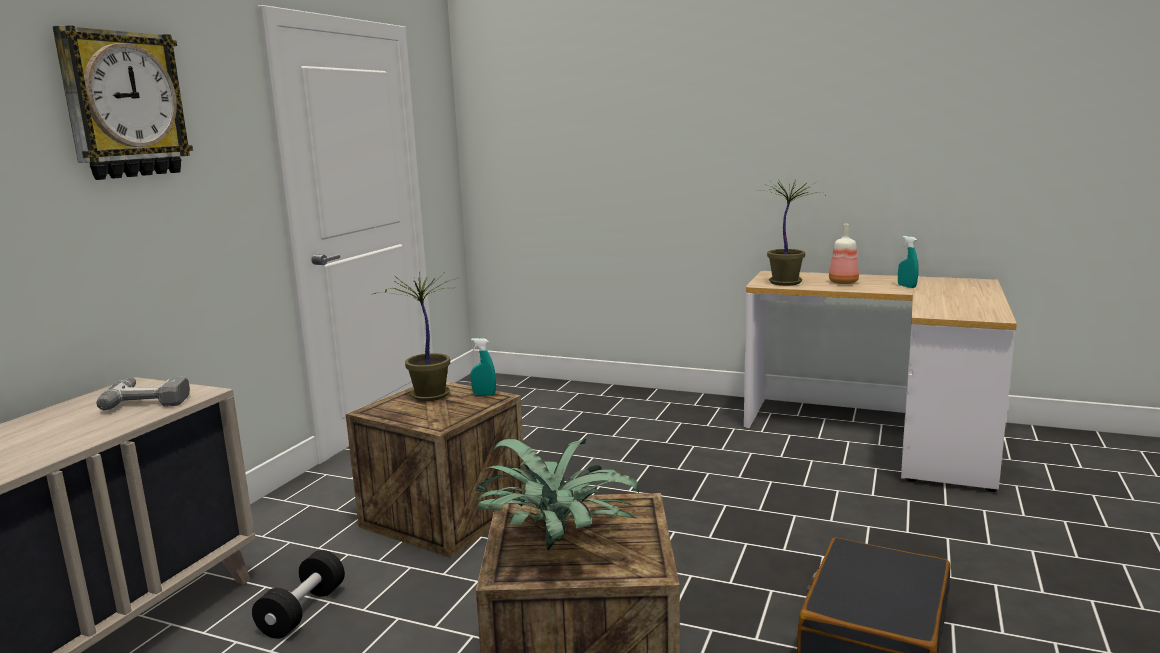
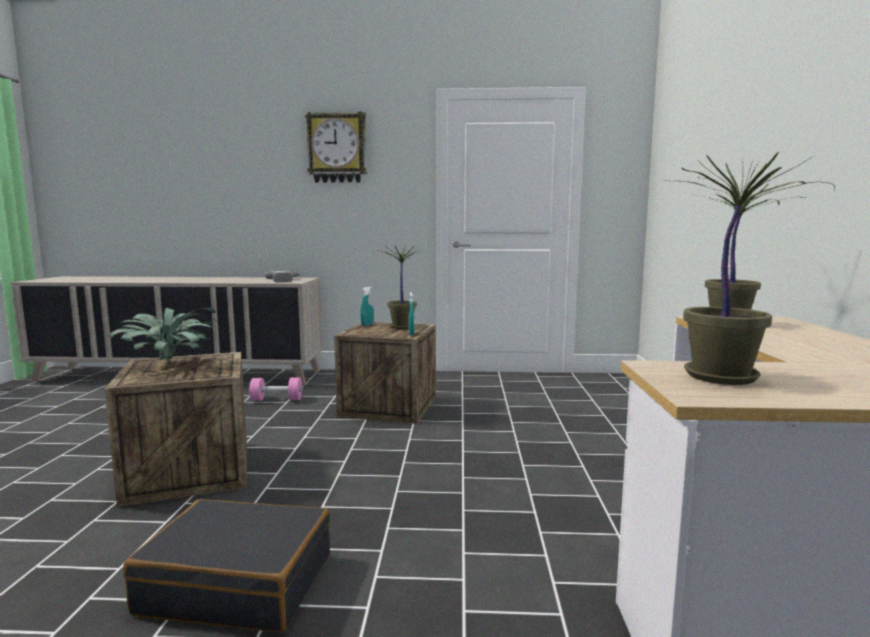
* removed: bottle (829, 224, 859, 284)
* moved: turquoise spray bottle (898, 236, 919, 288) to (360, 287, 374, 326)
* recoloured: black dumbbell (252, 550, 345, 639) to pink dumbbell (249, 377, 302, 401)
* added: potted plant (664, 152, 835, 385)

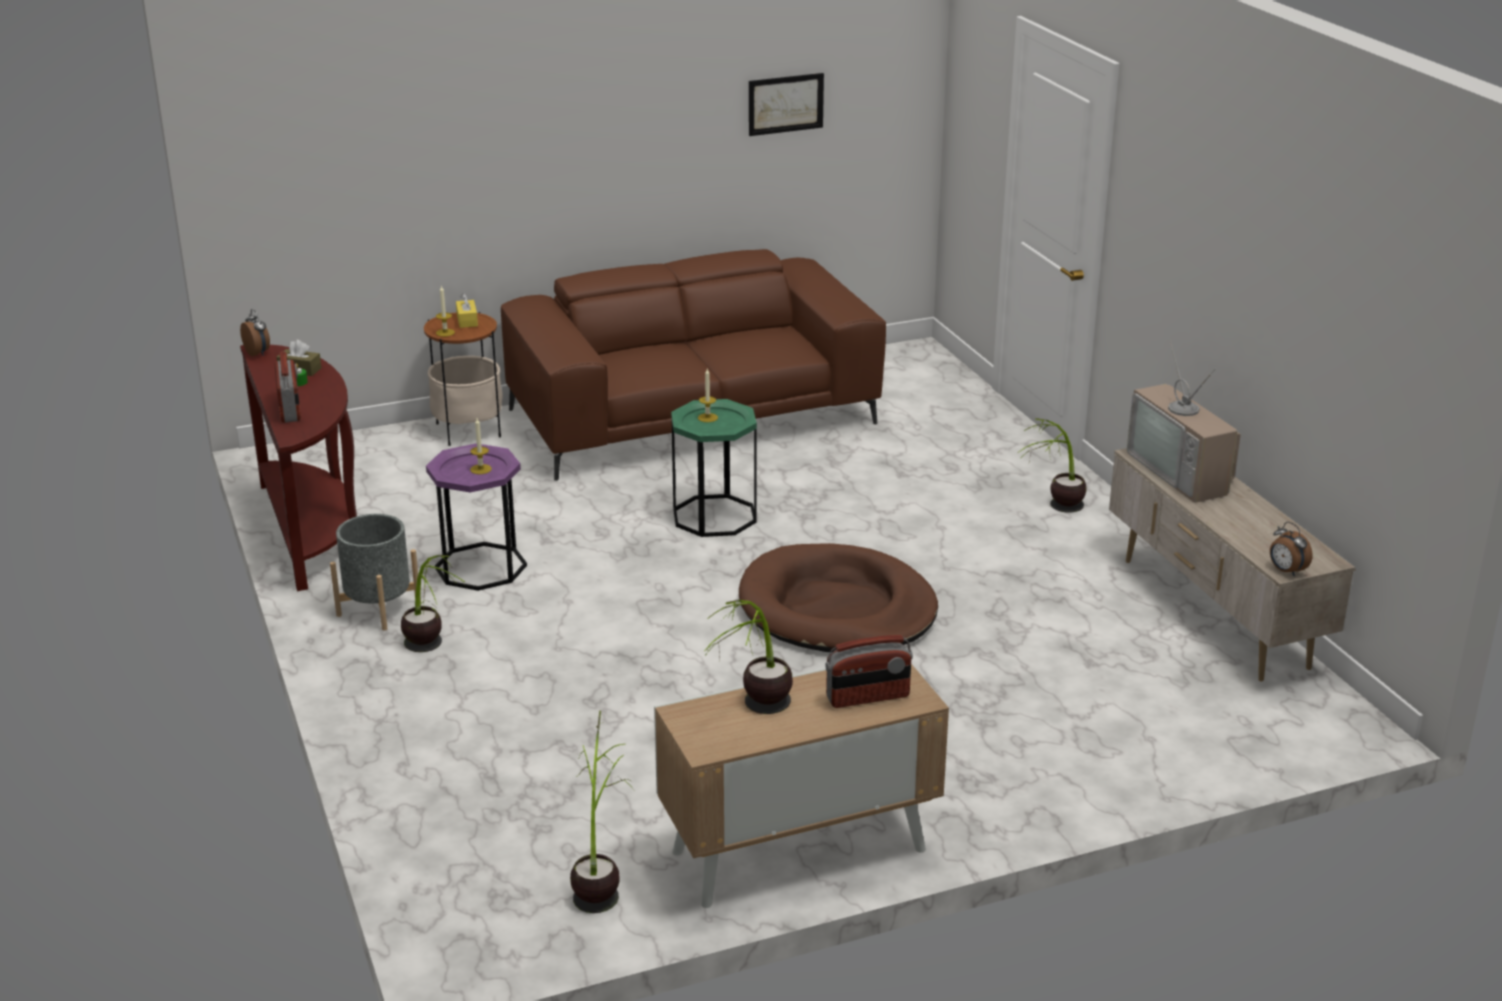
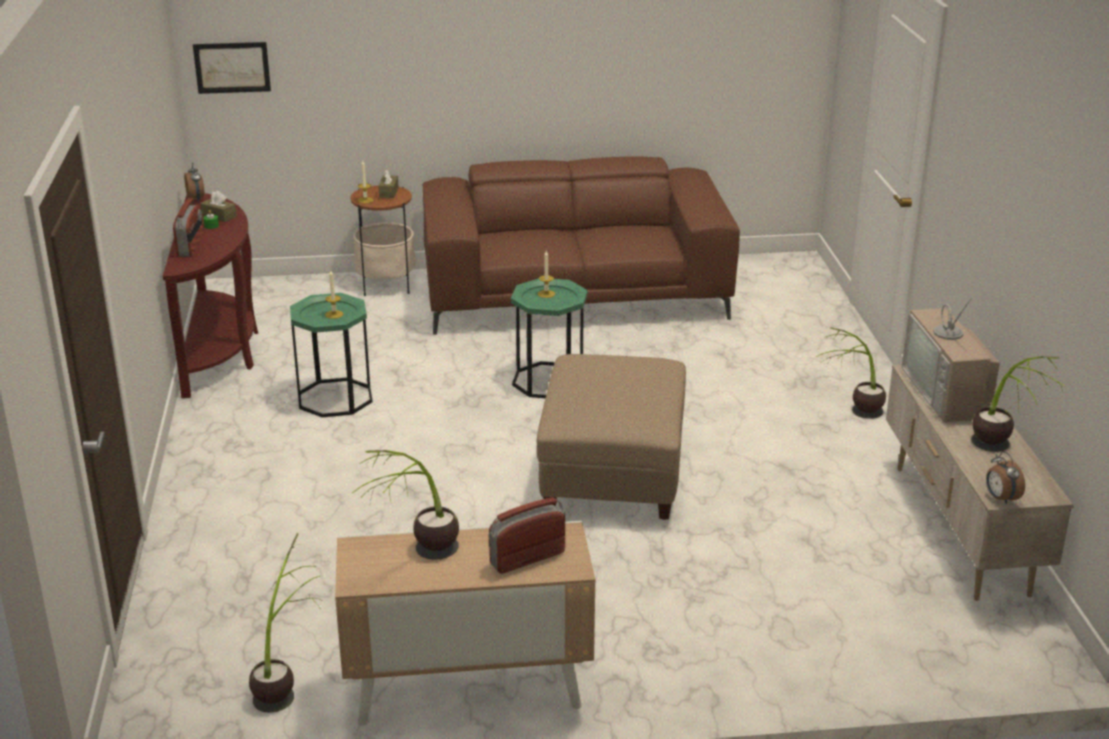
* moved: picture (749, 73, 824, 136) to (193, 42, 271, 94)
* recoloured: yellow tissue box (456, 293, 478, 328) to brown tissue box (378, 169, 398, 198)
* recoloured: purple side table (426, 443, 527, 591) to green side table (290, 293, 373, 417)
* removed: grey planter (330, 514, 421, 631)
* replaced: brown dog bed (739, 543, 938, 652) to beige ottoman (537, 354, 686, 520)
* moved: potted plant (401, 555, 465, 652) to (971, 356, 1065, 452)
* turned: radio (825, 635, 913, 708) = (489, 497, 565, 574) 150 degrees clockwise

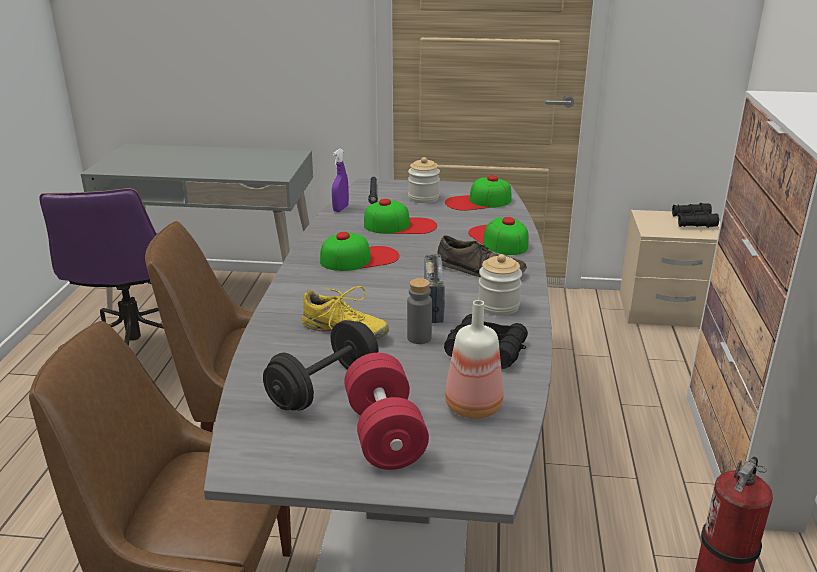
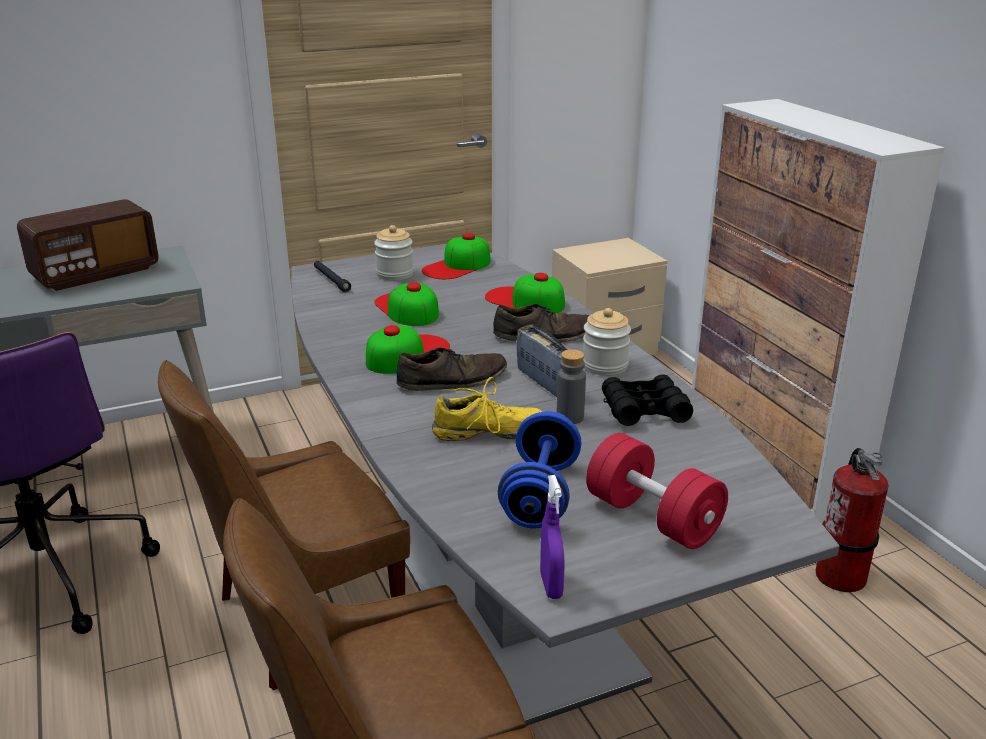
* moved: purple spray bottle (332, 149, 349, 212) to (540, 475, 565, 599)
* turned: cap (364, 199, 437, 234) = (374, 282, 439, 326) 90 degrees counterclockwise
* removed: black binoculars (672, 203, 719, 228)
* removed: bottle (445, 300, 503, 419)
* recoloured: black dumbbell (263, 320, 379, 410) to blue dumbbell (498, 411, 581, 529)
* added: radio (17, 199, 159, 291)
* added: brown shoe (396, 347, 507, 391)

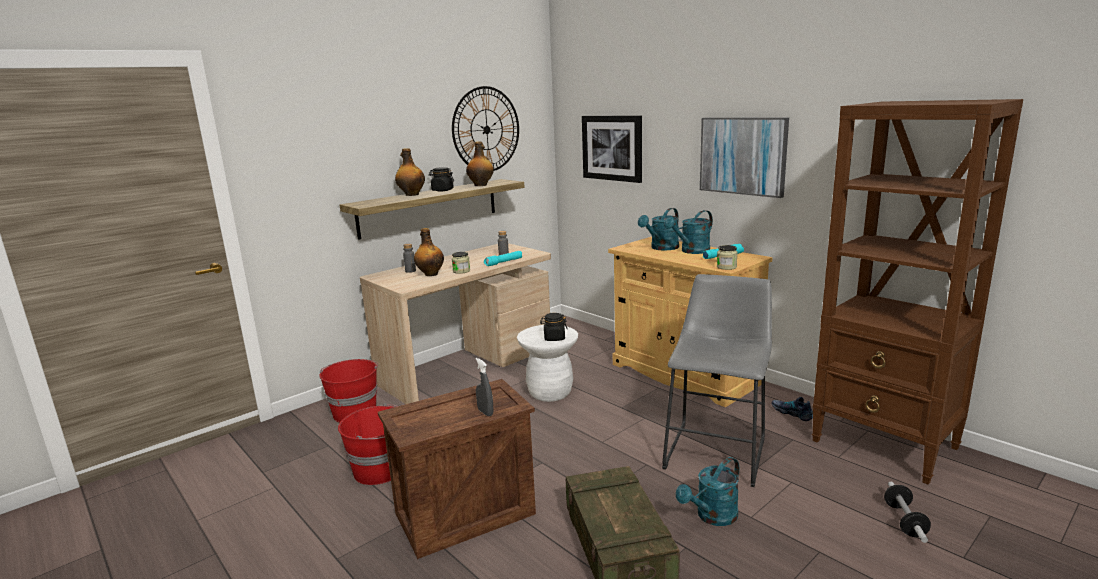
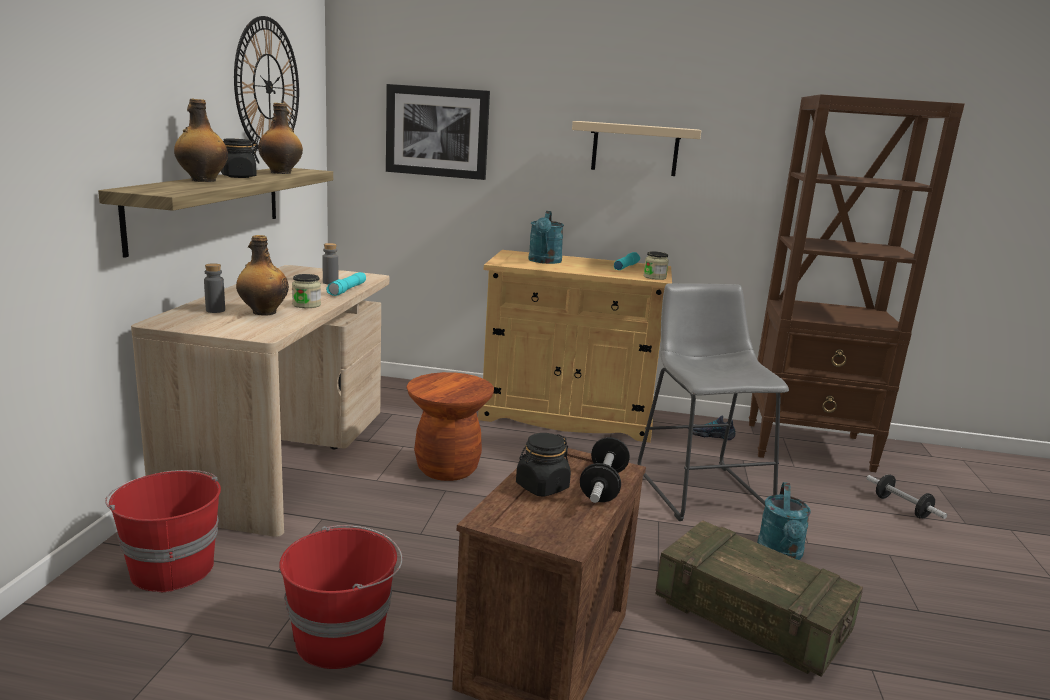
* replaced: picture (700, 118, 789, 198) to beige shelf (572, 121, 701, 176)
* removed: turquoise watering can (664, 210, 713, 254)
* moved: black jar (540, 313, 568, 341) to (516, 433, 571, 497)
* recoloured: white stool (517, 325, 578, 402) to brown stool (407, 372, 494, 481)
* replaced: grey spray bottle (475, 358, 493, 416) to dumbbell (580, 437, 630, 503)

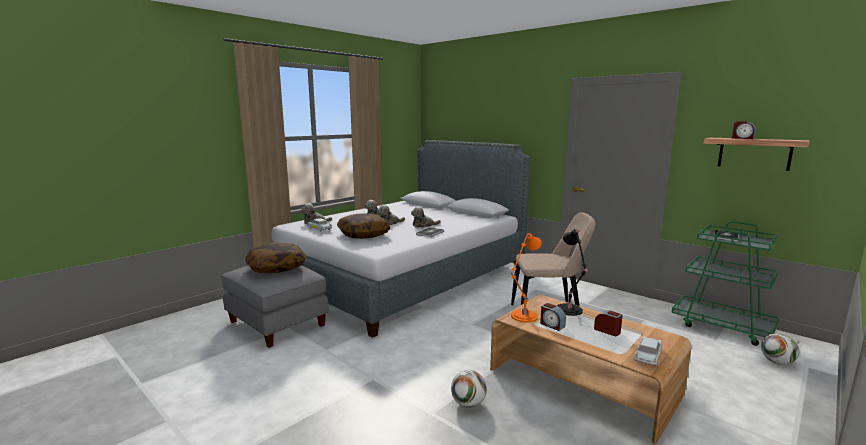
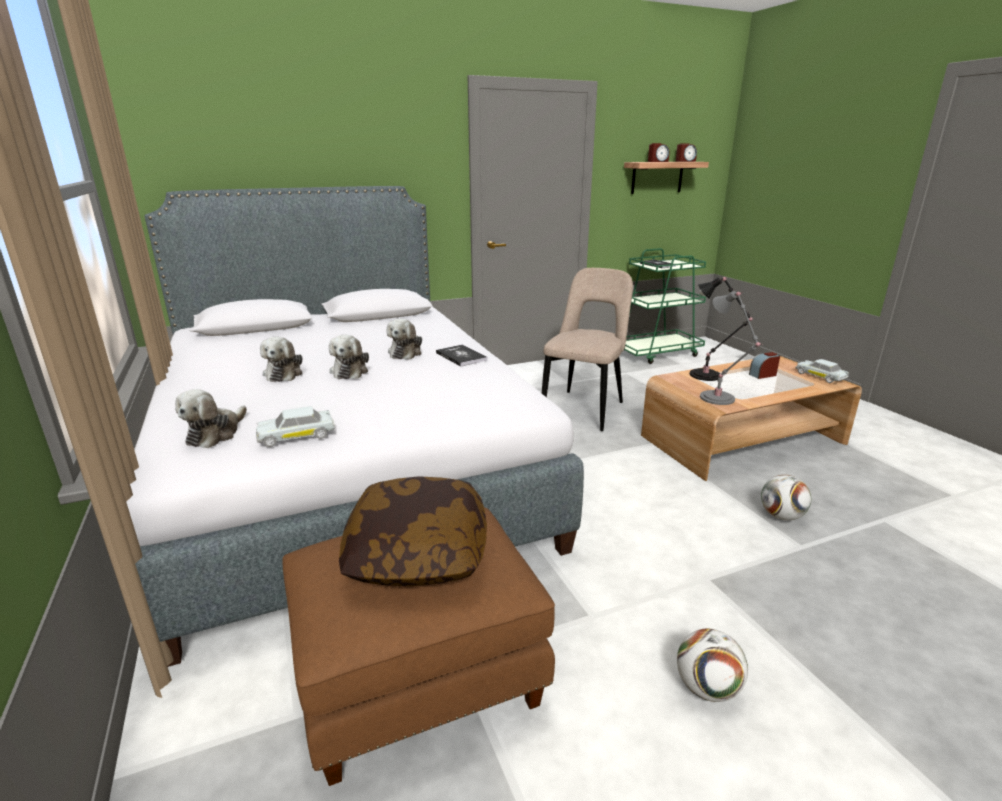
* removed: pillow (337, 213, 390, 239)
* recoloured: orange table lamp (511, 233, 542, 323) to grey table lamp (700, 291, 762, 405)
* recoloured: grey ottoman (221, 265, 329, 348) to brown ottoman (282, 507, 555, 786)
* moved: alarm clock (540, 303, 566, 331) to (676, 143, 697, 162)
* moved: football (761, 333, 800, 365) to (677, 629, 748, 702)

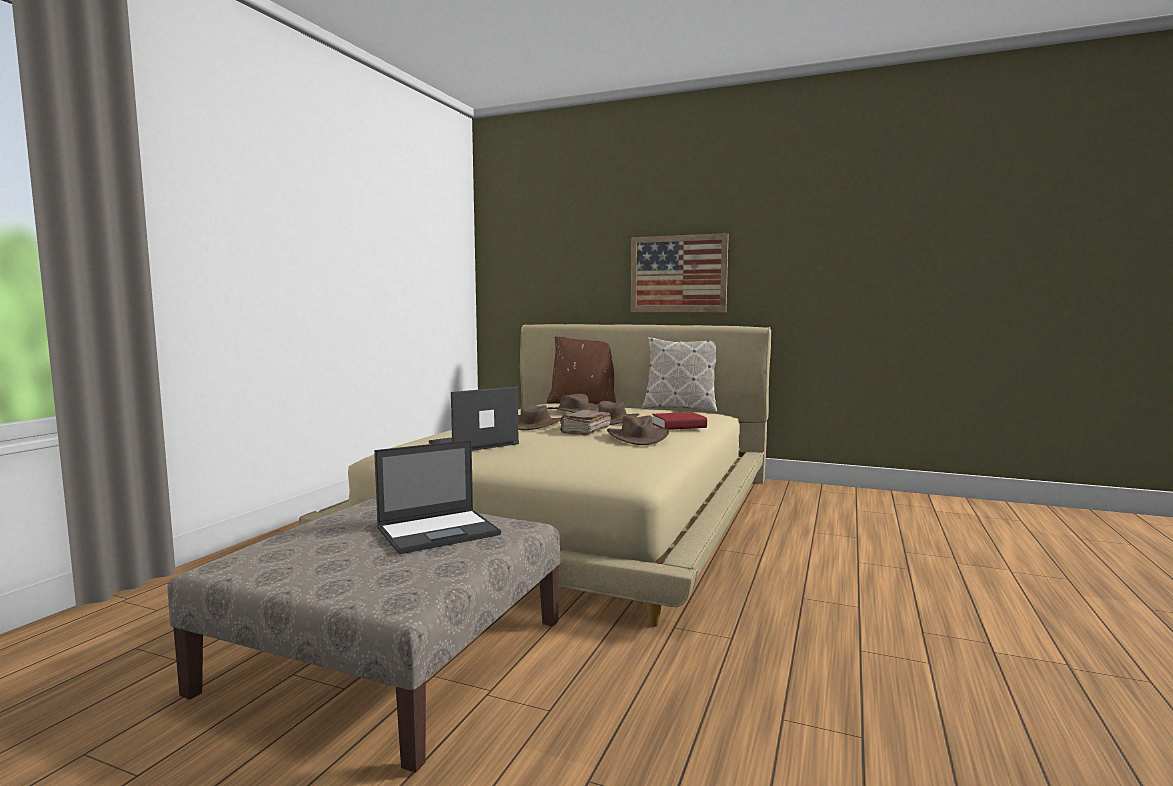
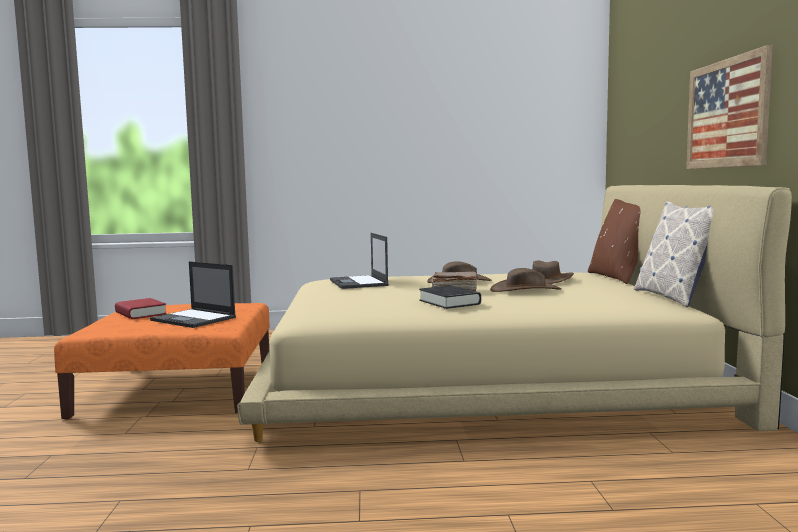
* turned: laptop (429, 387, 519, 451) = (330, 233, 389, 289) 135 degrees counterclockwise
* moved: red book (652, 412, 707, 430) to (115, 298, 167, 319)
* replaced: brown hat (607, 415, 669, 445) to black book (419, 285, 481, 309)
* recoloured: beige ottoman (167, 499, 561, 773) to orange ottoman (54, 303, 270, 419)

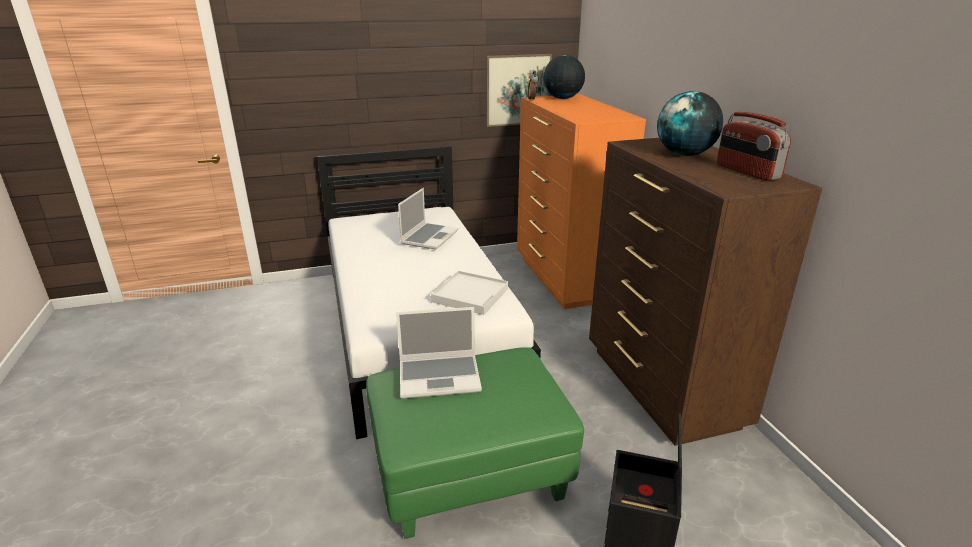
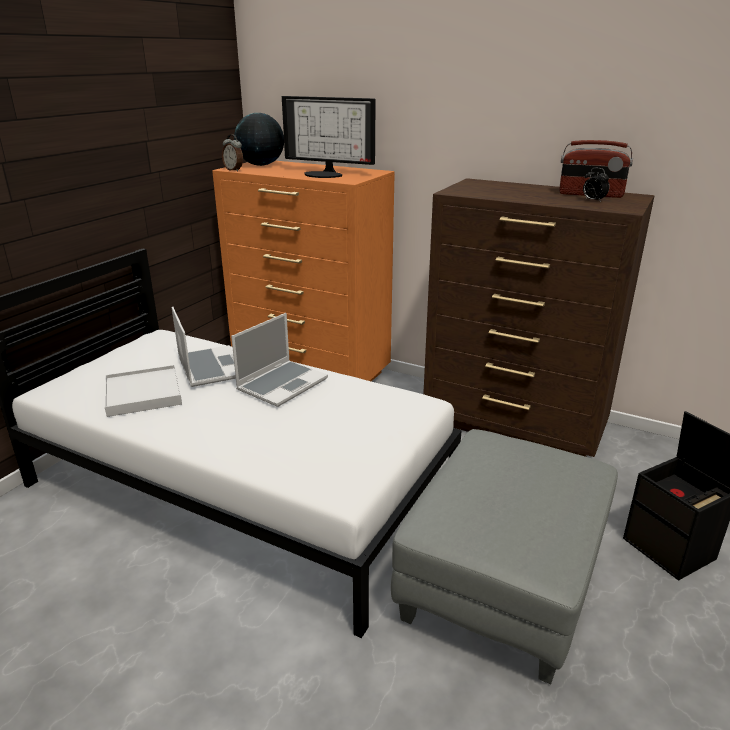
* removed: picture (486, 54, 552, 127)
* removed: globe (657, 91, 723, 156)
* moved: white tray (431, 271, 508, 315) to (105, 365, 182, 417)
* moved: laptop (396, 307, 482, 399) to (231, 313, 328, 407)
* recoloured: green ottoman (366, 347, 584, 539) to grey ottoman (391, 429, 618, 684)
* added: monitor (282, 96, 376, 178)
* added: alarm clock (583, 168, 609, 202)

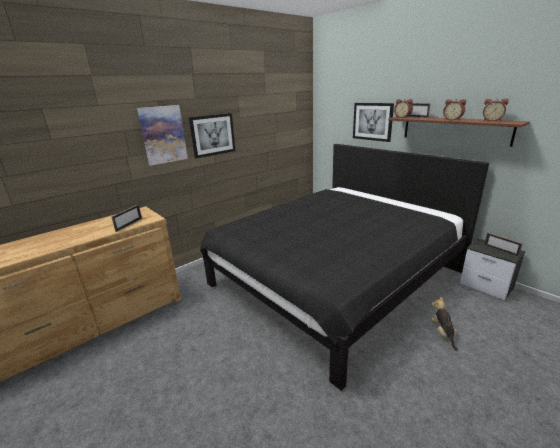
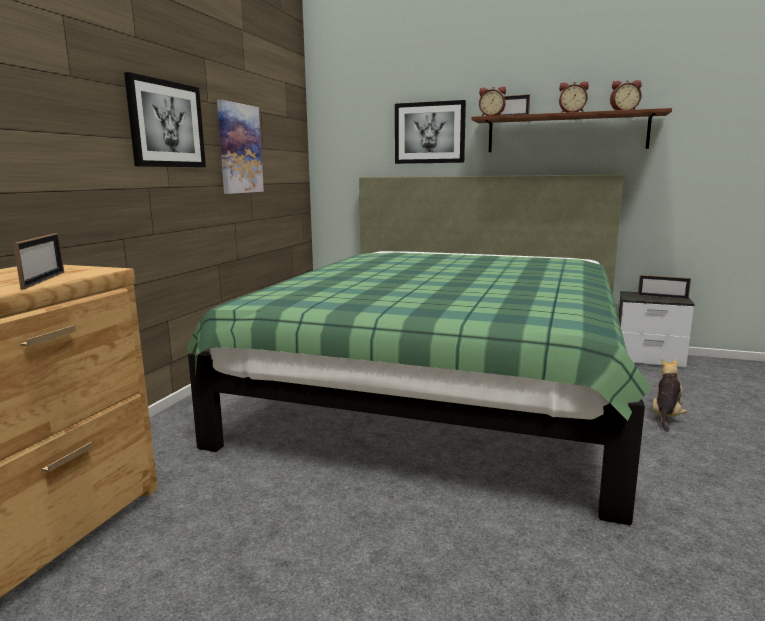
* moved: picture (137, 105, 188, 166) to (217, 100, 264, 194)
* recoloured: black bed (200, 144, 489, 391) to green bed (187, 175, 651, 525)
* turned: plush toy (431, 296, 458, 351) = (652, 358, 687, 432) 60 degrees clockwise

